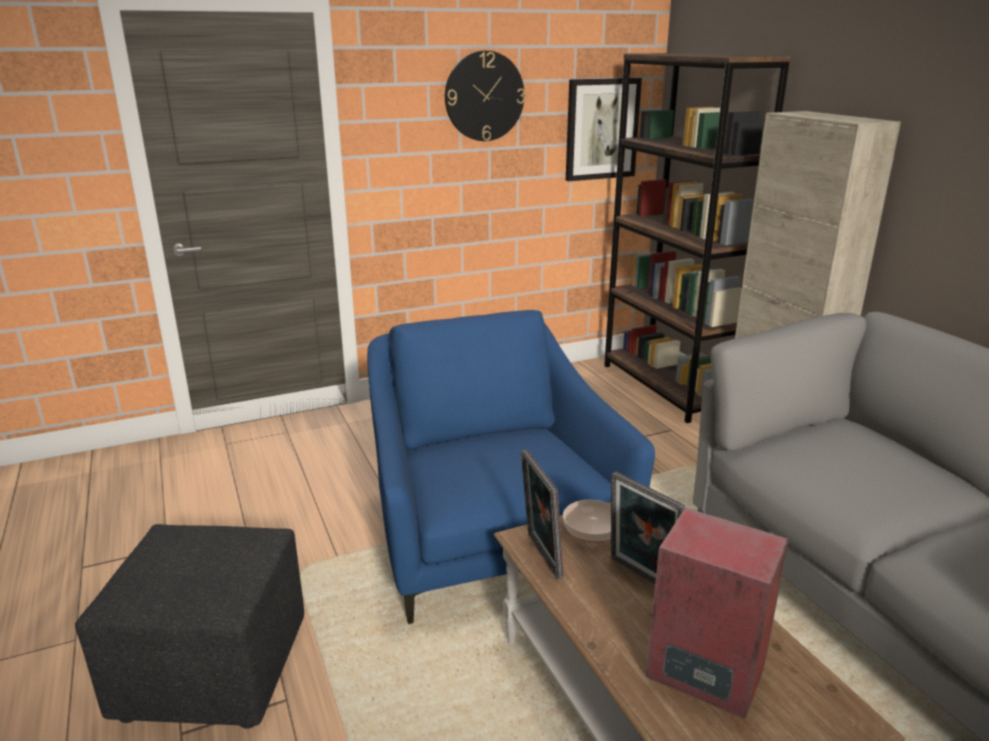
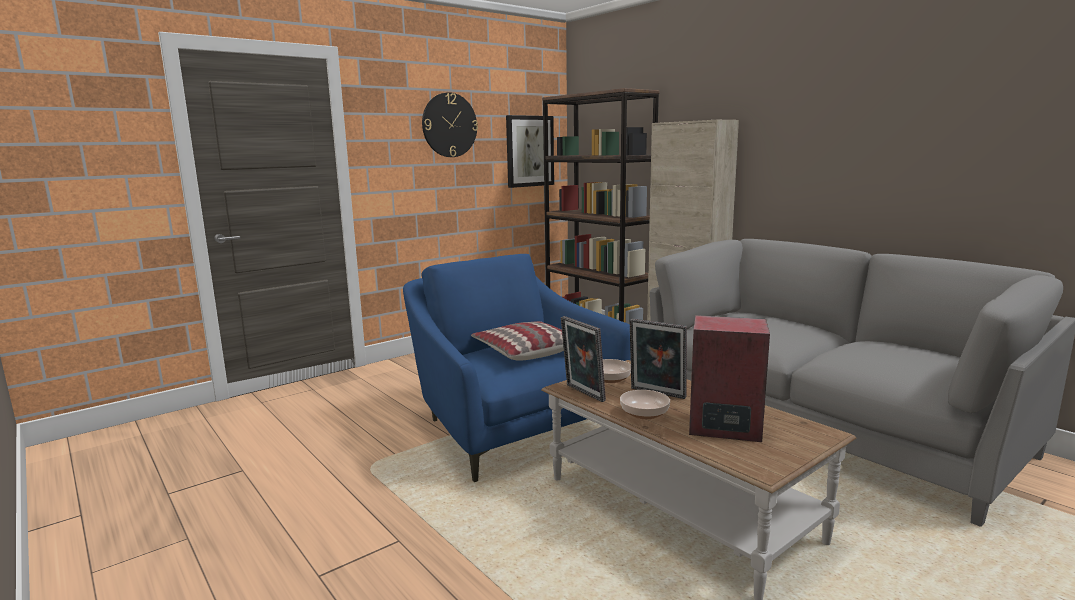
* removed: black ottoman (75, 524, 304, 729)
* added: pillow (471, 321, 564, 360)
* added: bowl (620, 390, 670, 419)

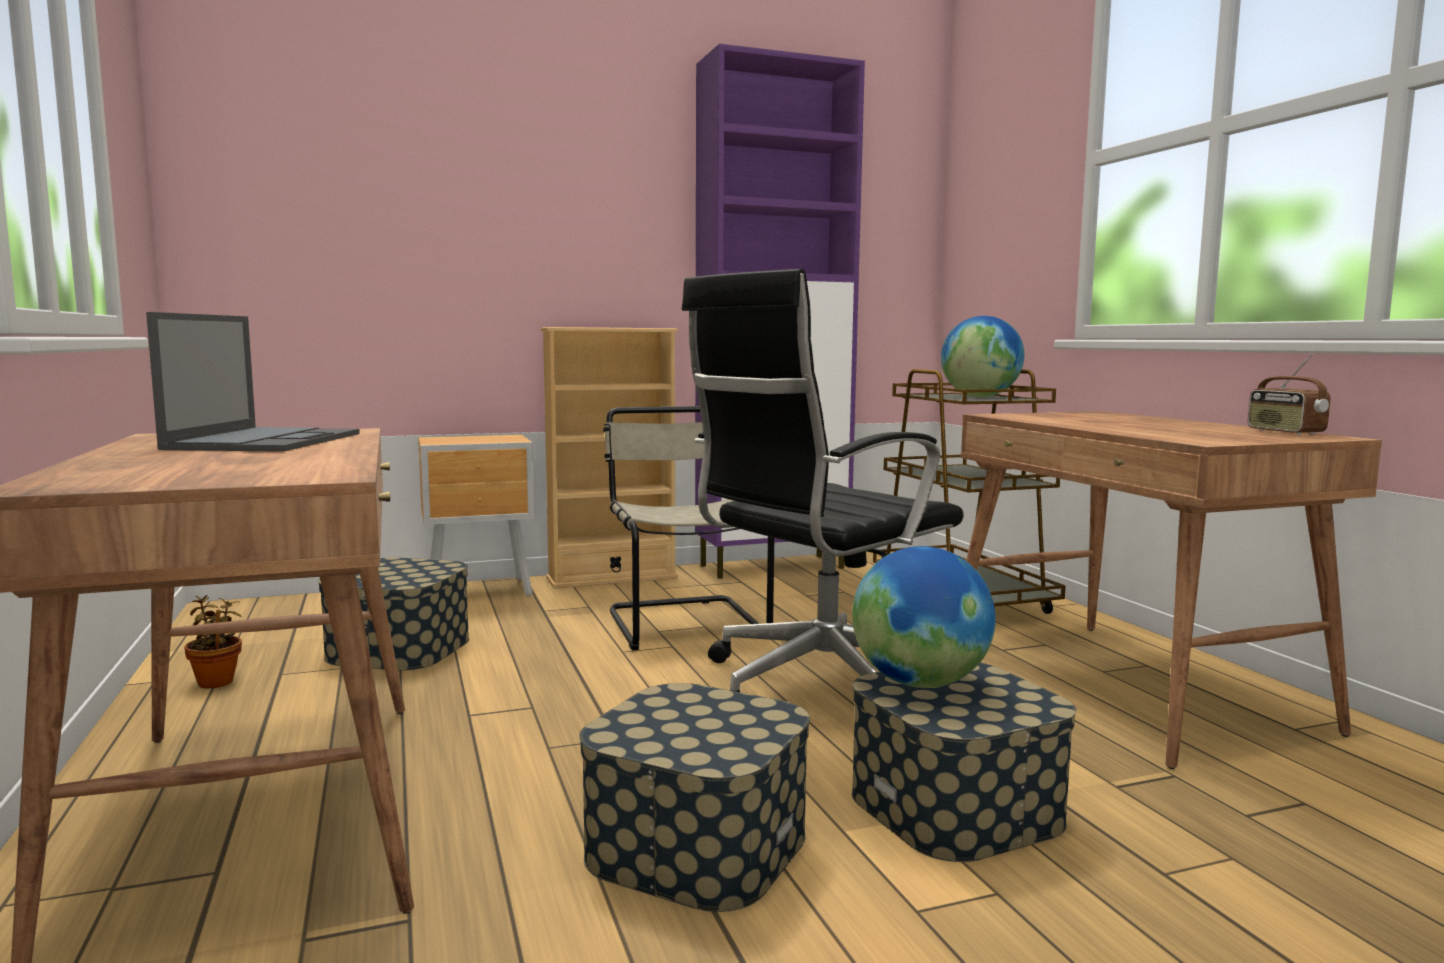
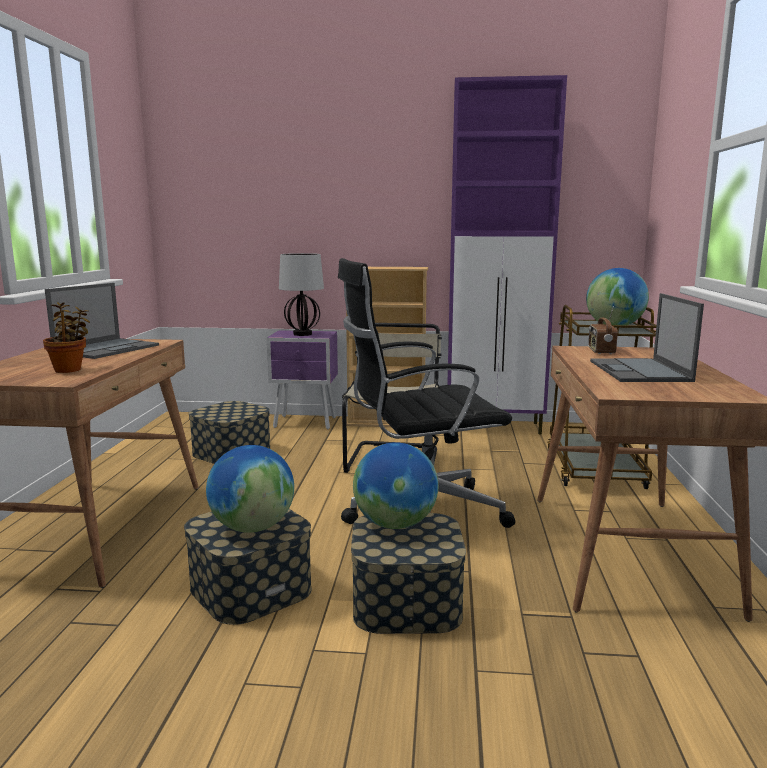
* moved: radio (1248, 354, 1330, 435) to (588, 306, 618, 354)
* recoloured: brown nightstand (418, 435, 534, 597) to purple nightstand (267, 330, 338, 430)
* moved: potted plant (184, 595, 242, 688) to (43, 302, 90, 373)
* added: table lamp (279, 253, 324, 336)
* added: laptop (590, 293, 704, 382)
* added: globe (206, 445, 294, 533)

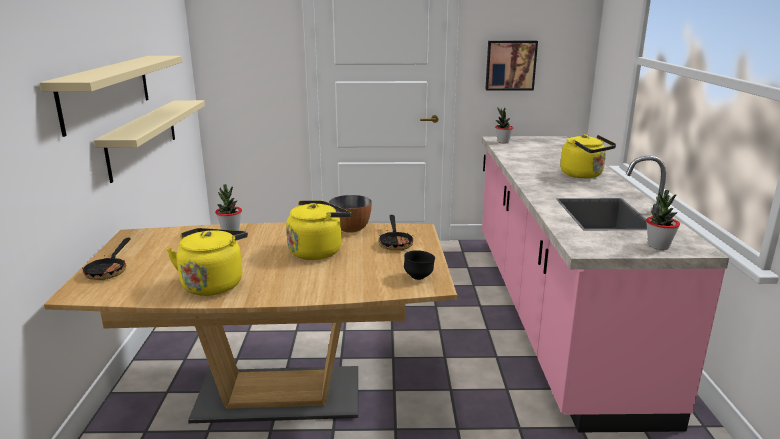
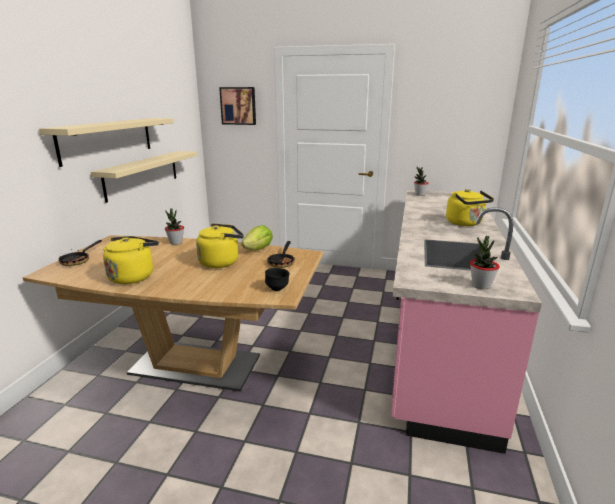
* moved: picture (485, 41, 538, 90) to (219, 87, 256, 125)
* replaced: bowl (329, 195, 372, 233) to lettuce (241, 225, 273, 250)

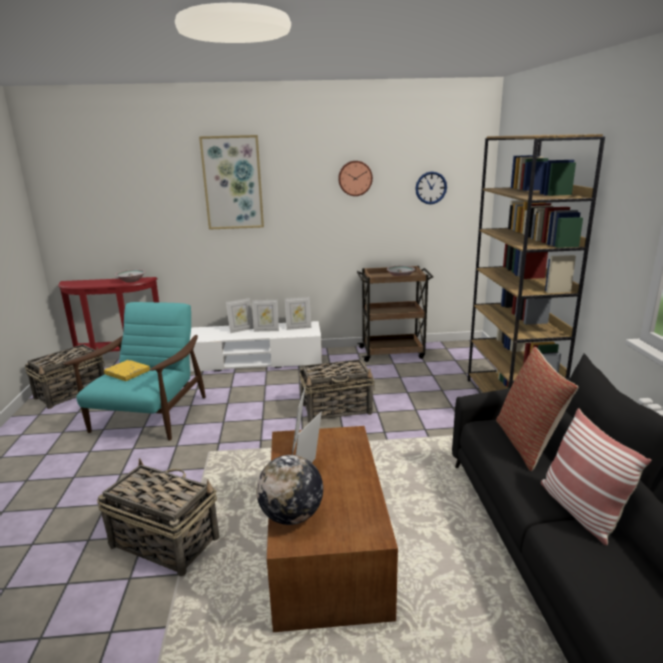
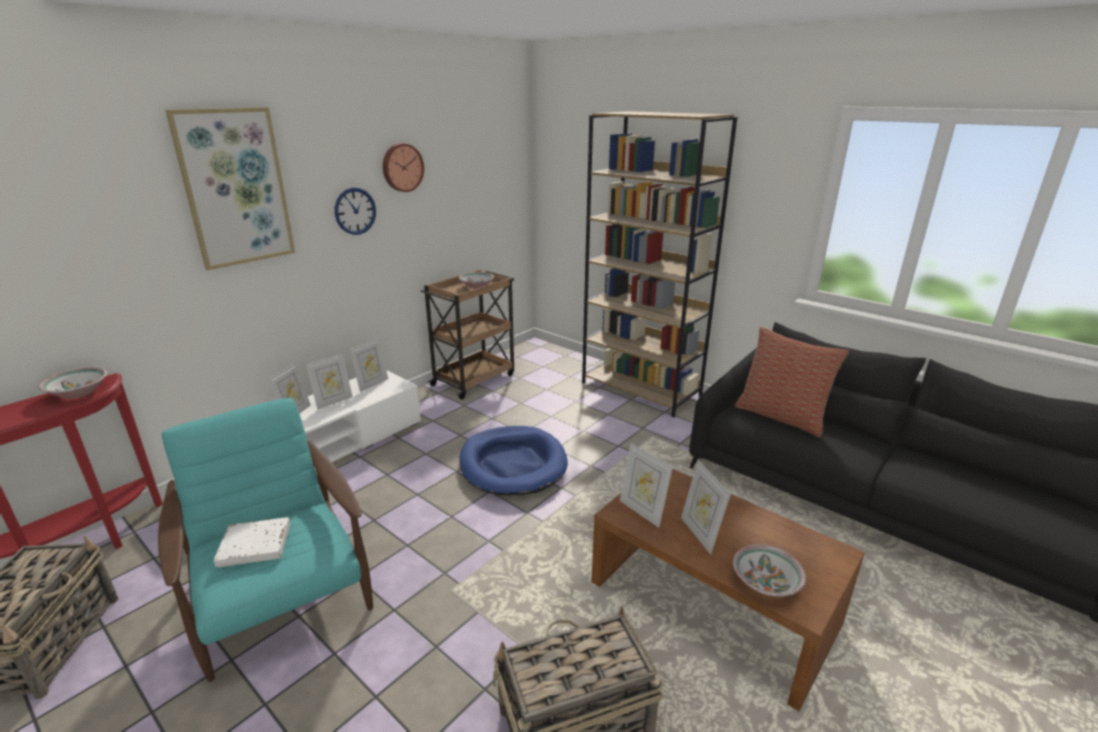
* moved: wall clock (415, 171, 447, 204) to (335, 188, 376, 235)
* replaced: basket (299, 359, 375, 422) to blue dog bed (459, 426, 568, 495)
* recoloured: yellow book (104, 360, 150, 381) to white book (214, 517, 290, 567)
* removed: pillow (541, 408, 651, 546)
* replaced: globe (256, 455, 323, 525) to bowl (733, 544, 806, 596)

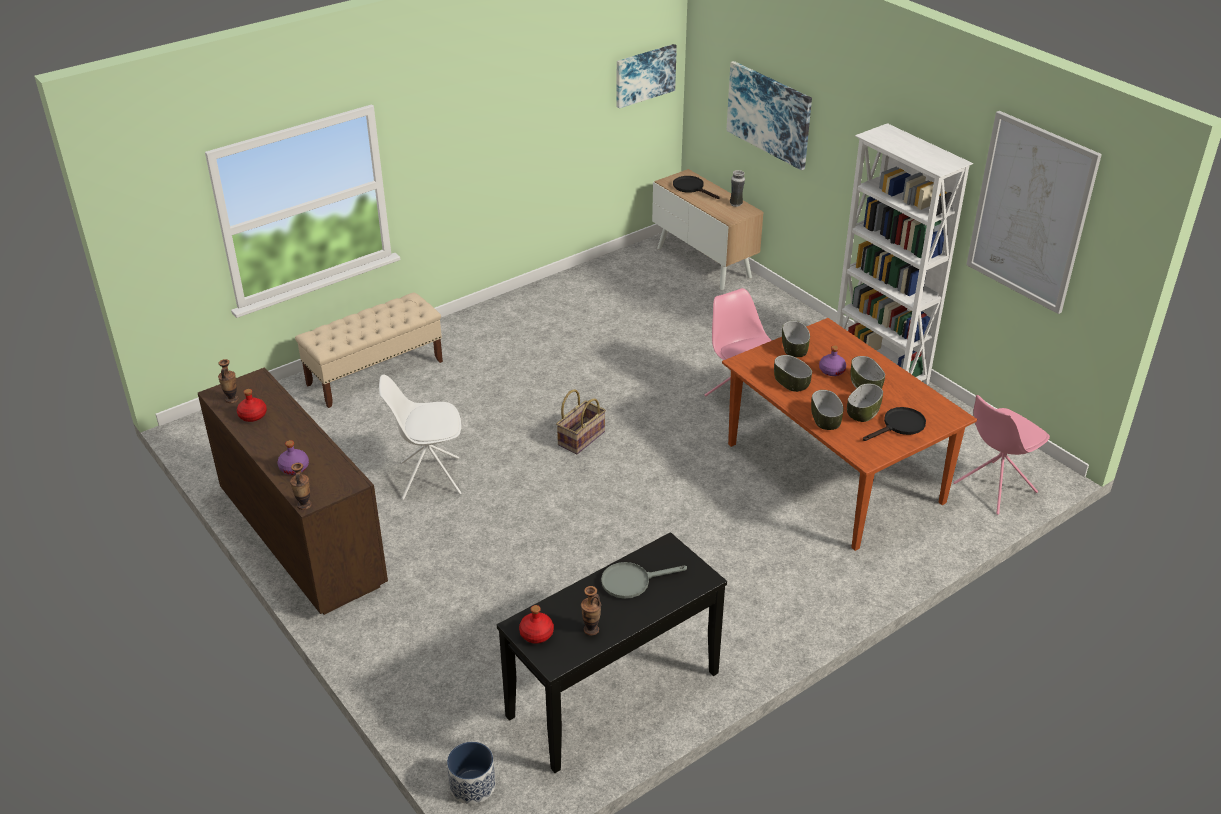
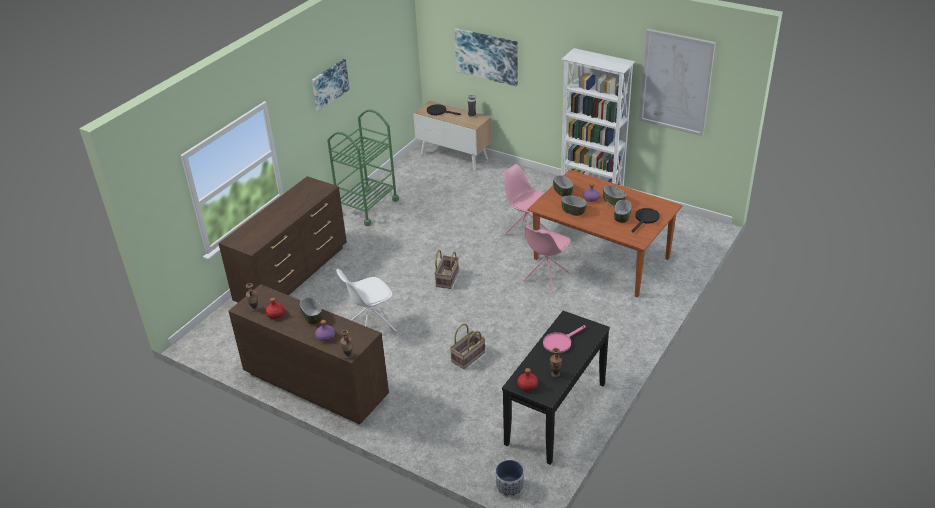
* moved: picture (617, 44, 677, 108) to (312, 59, 350, 111)
* replaced: beige bench (295, 292, 443, 408) to brown dresser (218, 176, 347, 302)
* moved: bowl (811, 390, 844, 430) to (299, 297, 323, 324)
* moved: pink chair (953, 395, 1050, 515) to (523, 226, 571, 292)
* recoloured: grey frying pan (601, 562, 687, 599) to pink frying pan (543, 325, 586, 353)
* added: green cart (327, 109, 399, 226)
* added: basket (450, 324, 485, 369)

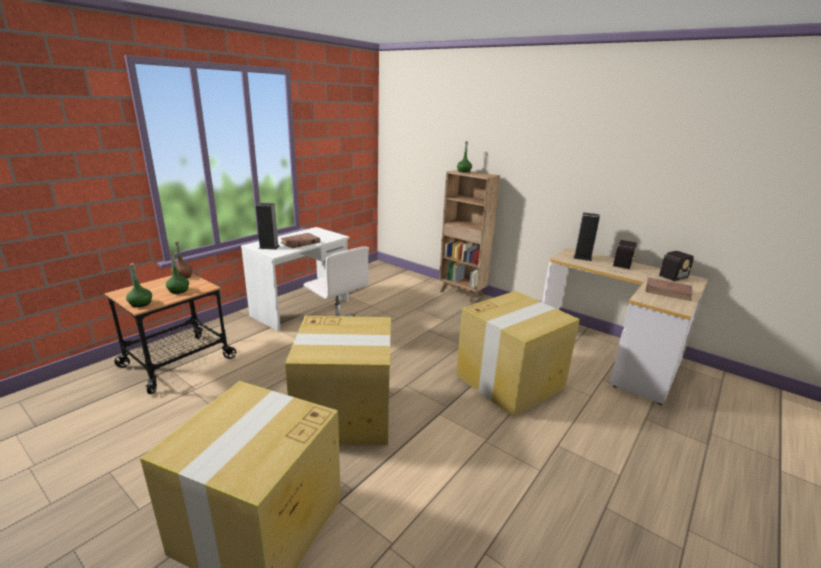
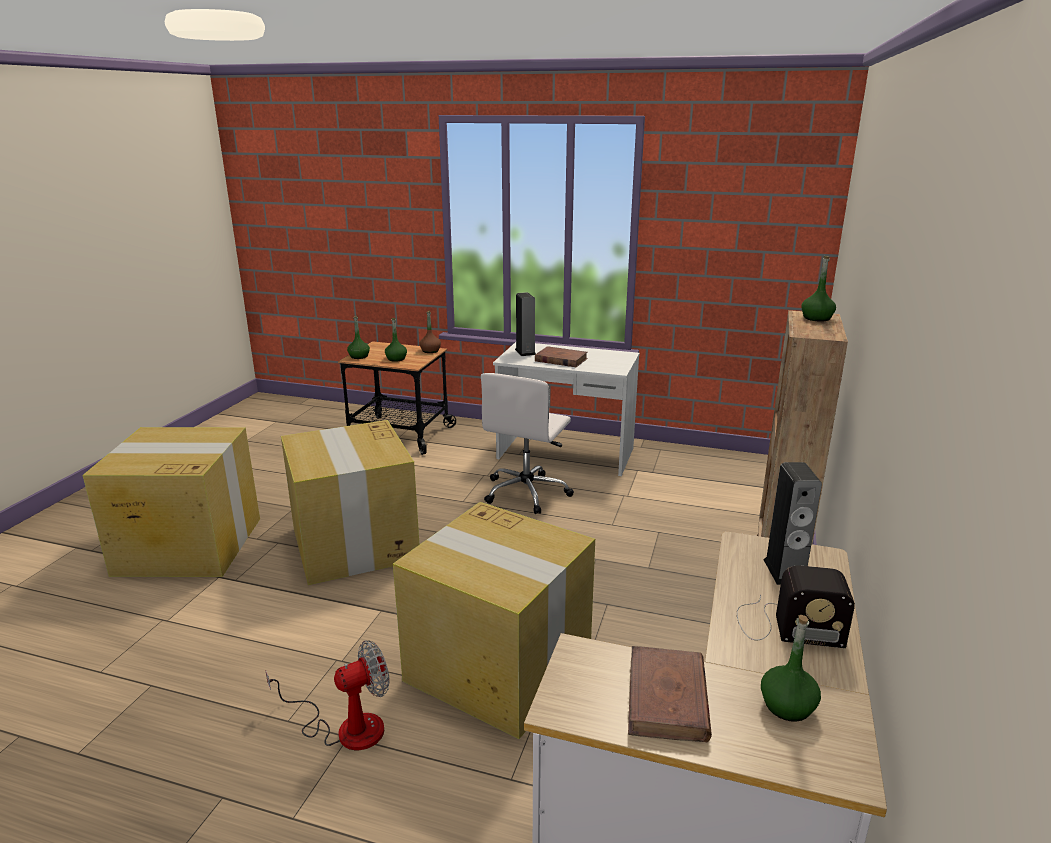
* replaced: radio (645, 251, 694, 281) to green bottle (761, 615, 821, 722)
* added: fan (265, 640, 389, 750)

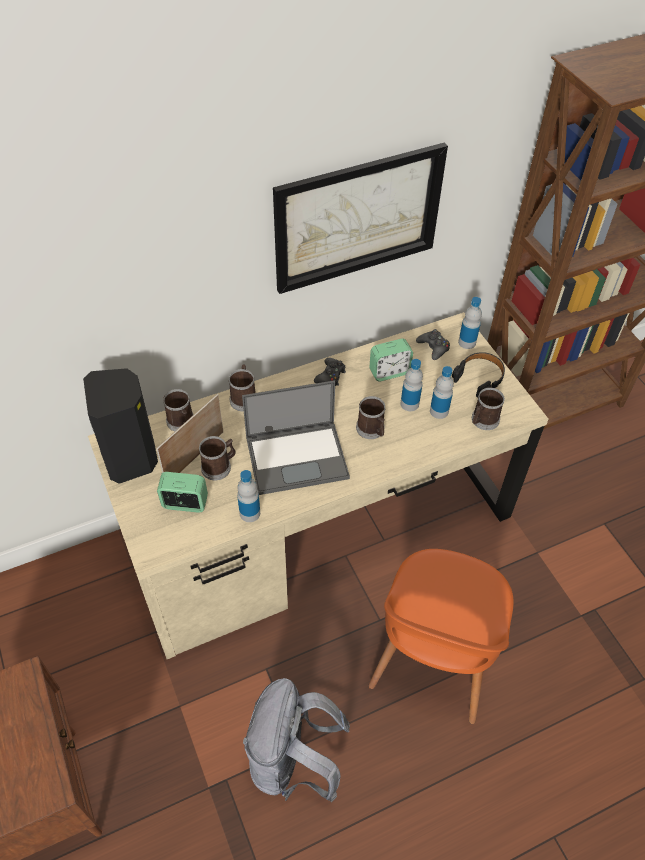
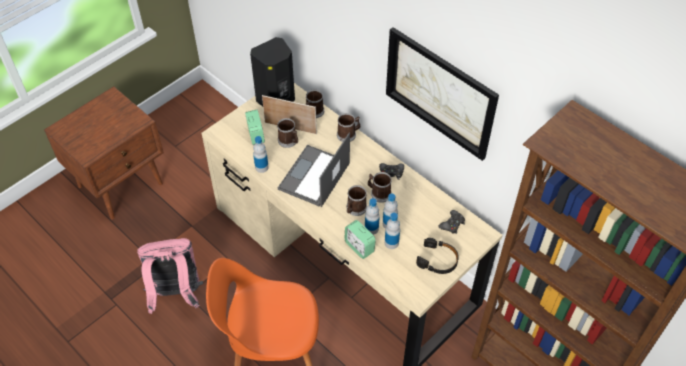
* moved: bottle (458, 297, 482, 349) to (365, 198, 380, 235)
* moved: alarm clock (370, 338, 413, 382) to (344, 220, 376, 259)
* turned: laptop (242, 380, 350, 495) = (278, 133, 350, 207) 60 degrees clockwise
* moved: mug (472, 388, 505, 430) to (368, 172, 392, 203)
* recoloured: grey backpack (243, 678, 350, 803) to pink backpack (137, 238, 203, 314)

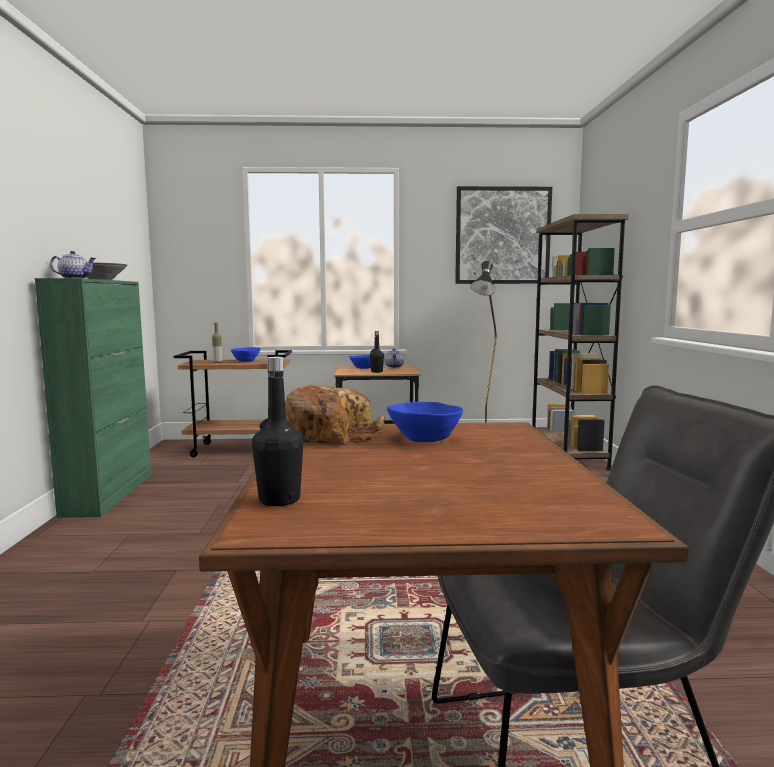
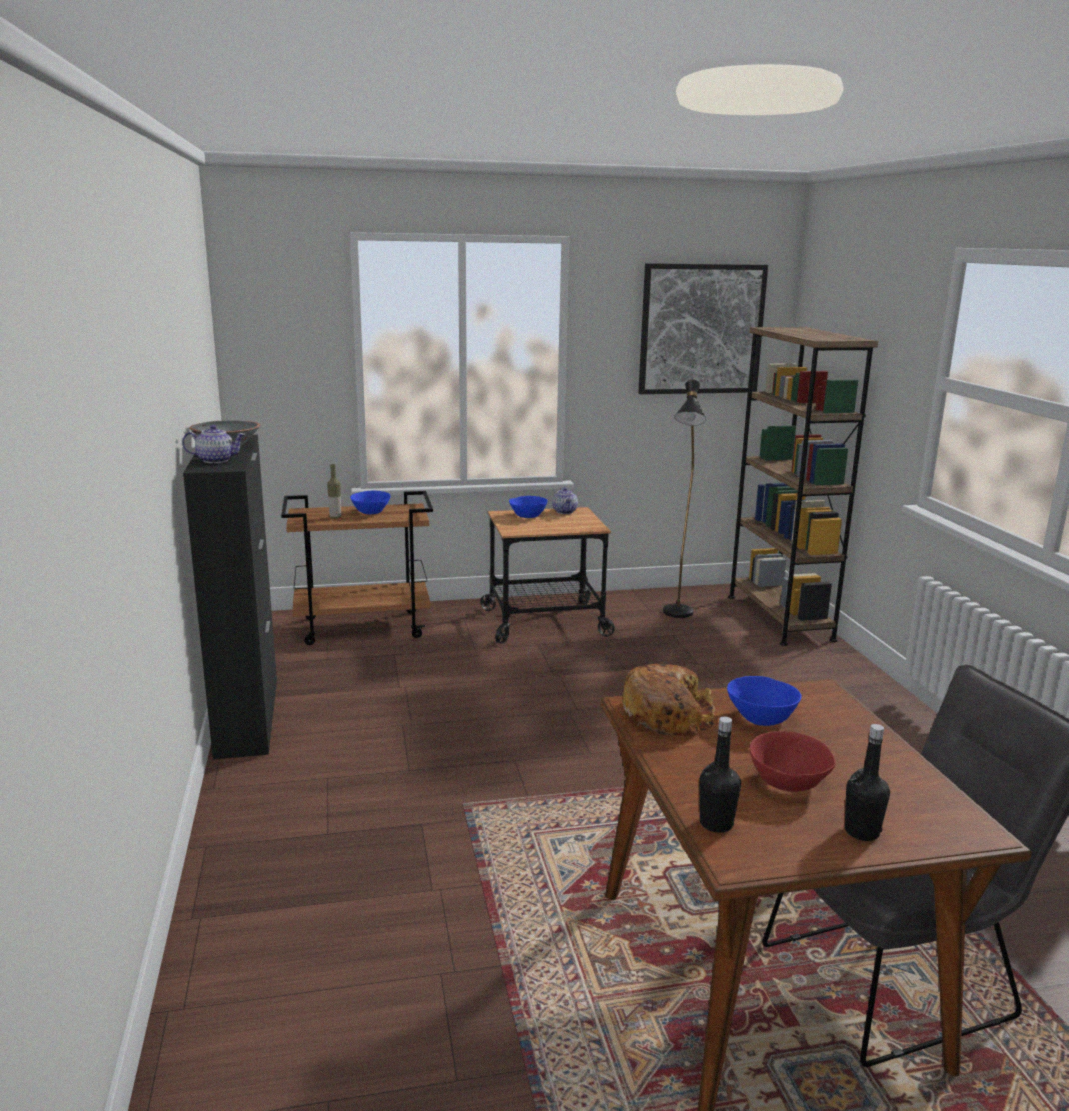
* recoloured: green cabinet (35, 278, 151, 518) to black cabinet (183, 434, 277, 760)
* moved: black bottle (370, 331, 384, 373) to (845, 724, 890, 841)
* added: red bowl (750, 731, 836, 792)

